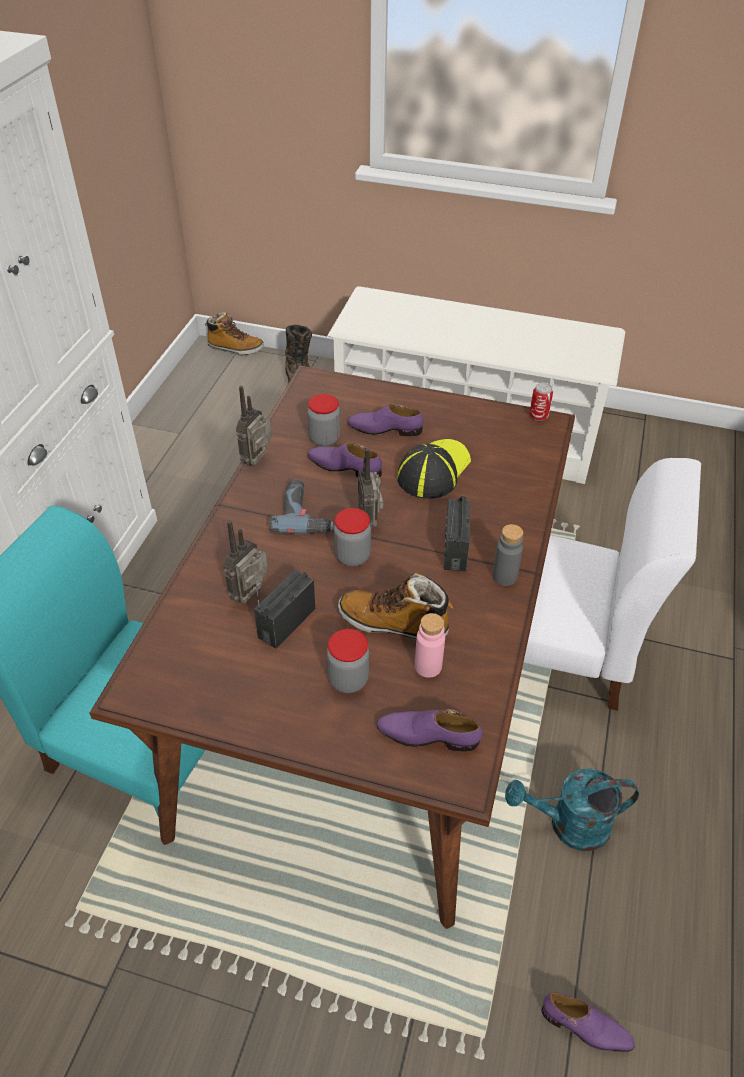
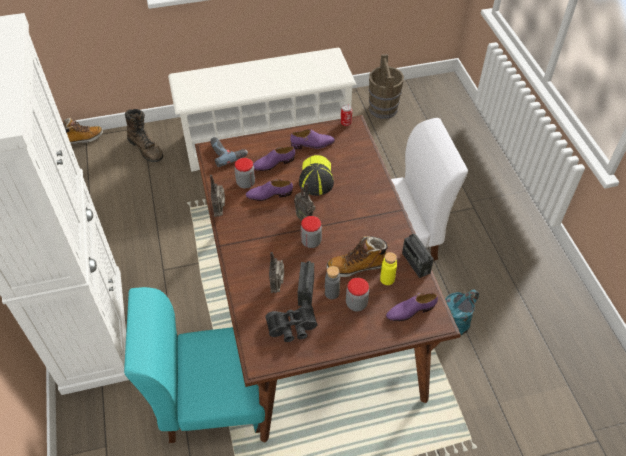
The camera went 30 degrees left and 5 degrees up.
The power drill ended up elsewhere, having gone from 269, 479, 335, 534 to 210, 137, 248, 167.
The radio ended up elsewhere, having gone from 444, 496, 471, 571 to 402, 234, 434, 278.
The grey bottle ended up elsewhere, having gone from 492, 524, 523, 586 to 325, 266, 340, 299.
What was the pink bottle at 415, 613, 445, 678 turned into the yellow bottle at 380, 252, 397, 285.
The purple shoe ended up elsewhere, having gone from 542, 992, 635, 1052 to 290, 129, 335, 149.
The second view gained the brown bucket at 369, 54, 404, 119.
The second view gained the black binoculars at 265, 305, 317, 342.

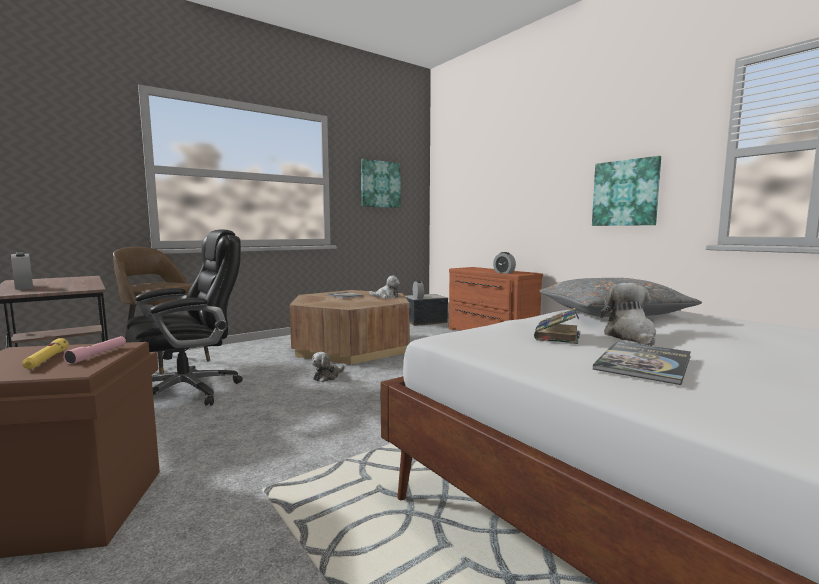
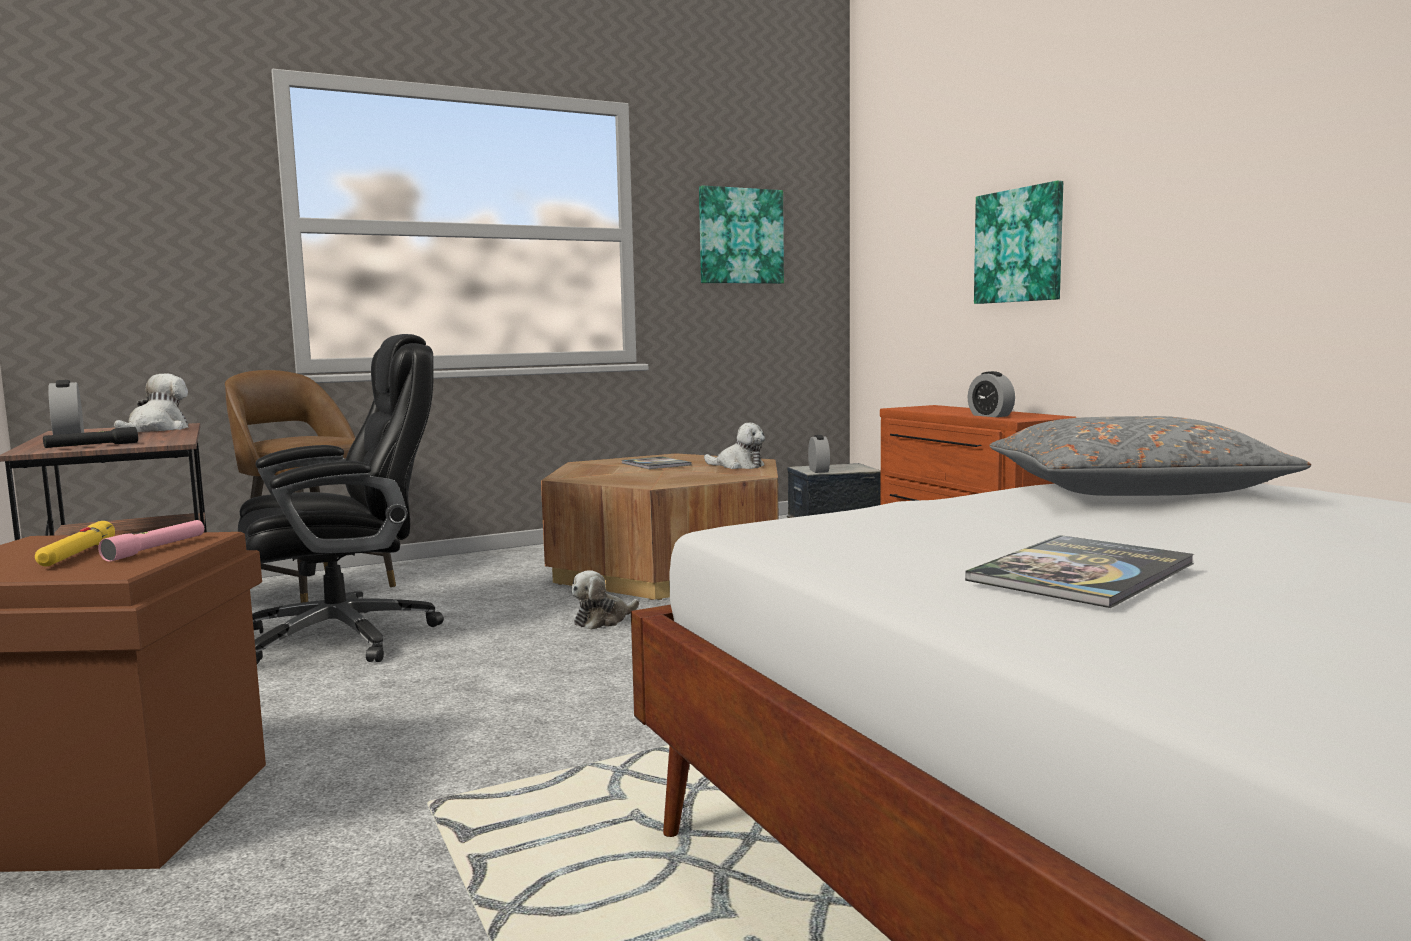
The camera went 10 degrees right and 0 degrees up.
The picture ended up elsewhere, having gone from 592, 156, 661, 226 to 974, 181, 1063, 304.
The plush toy ended up elsewhere, having gone from 600, 283, 656, 346 to 114, 373, 189, 432.
The second view lost the book at 534, 308, 580, 344.
The second view gained the black flashlight at 43, 427, 138, 448.

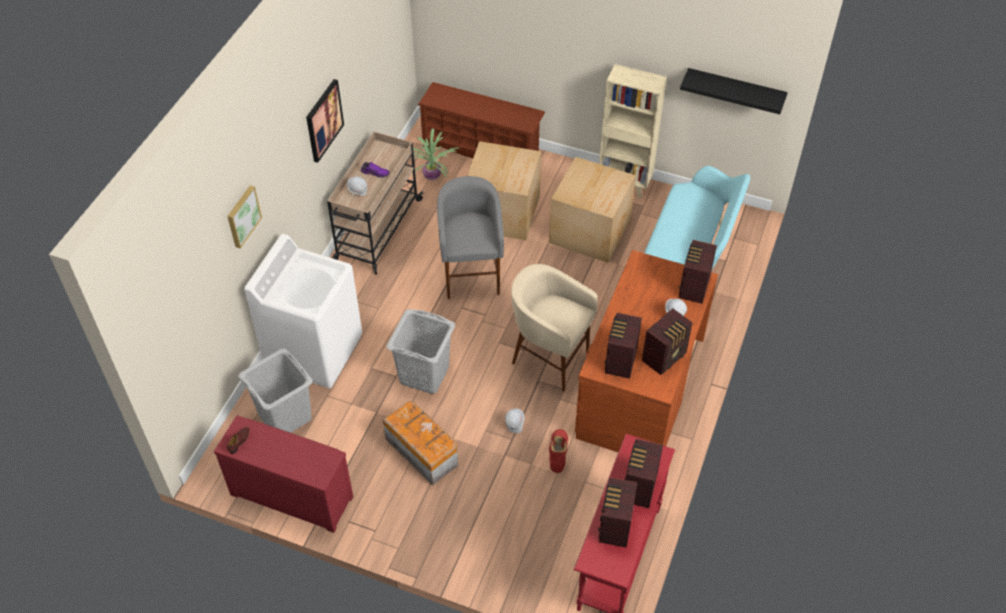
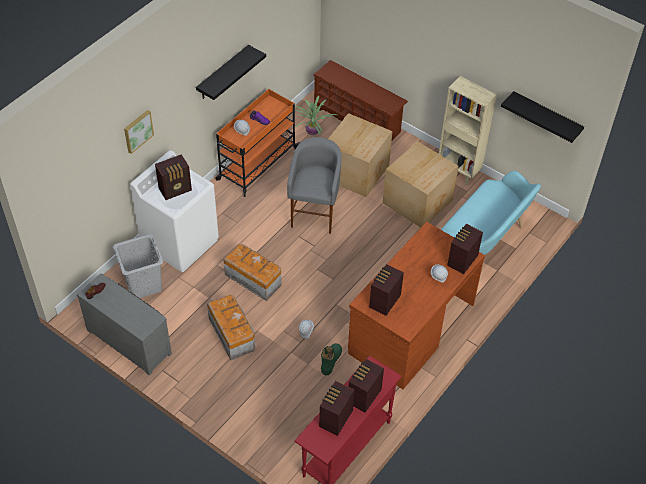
The camera went 15 degrees right and 0 degrees up.
Where the picture hung at 306, 79, 344, 163, the black shelf came to hang at 196, 45, 266, 100.
What was the beige cart at 327, 132, 424, 275 turned into the orange cart at 215, 89, 300, 197.
The second view lost the beige stool at 511, 264, 598, 392.
Where the grey laundry basket stood at 387, 309, 455, 394, the storage box came to stand at 224, 244, 281, 301.
The radio ended up elsewhere, having gone from 642, 309, 693, 375 to 155, 154, 192, 200.
What was the red dresser at 214, 415, 353, 533 turned into the grey dresser at 77, 273, 172, 375.
What was the red boot at 549, 429, 568, 473 turned into the green boot at 321, 343, 342, 375.

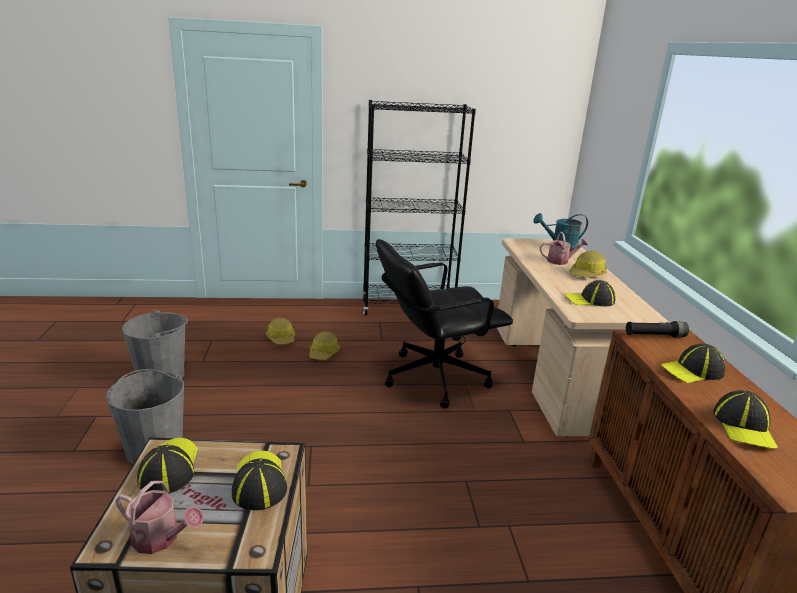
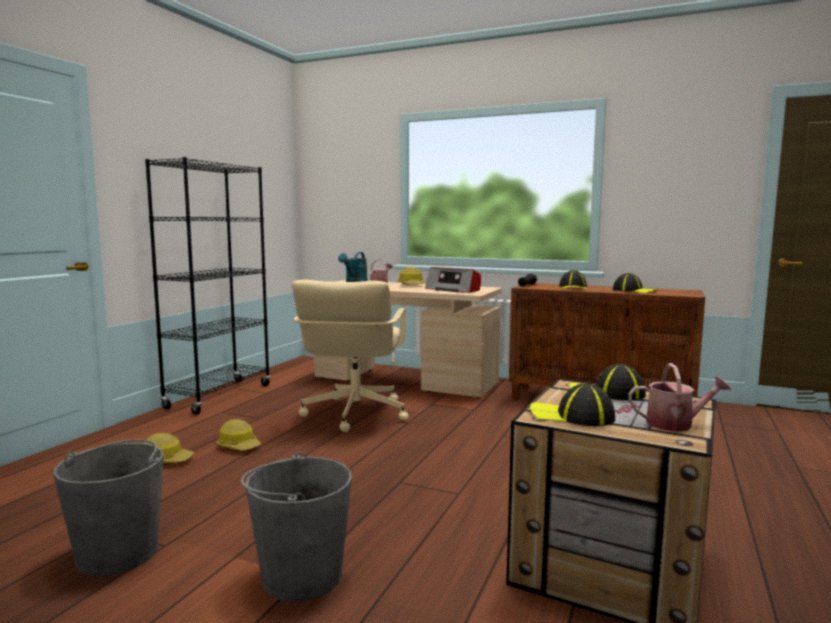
The camera went 60 degrees left and 15 degrees down.
What was the black office chair at 376, 239, 513, 408 turned into the beige office chair at 292, 280, 409, 432.
Where the cap stood at 565, 280, 615, 306, the radio came to stand at 425, 267, 481, 293.
The watering can at 115, 481, 204, 554 ended up facing another way, 45 degrees clockwise from before.

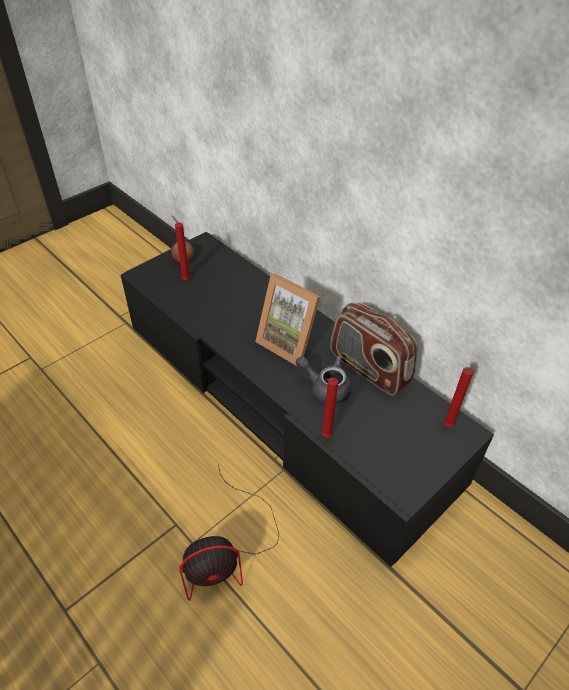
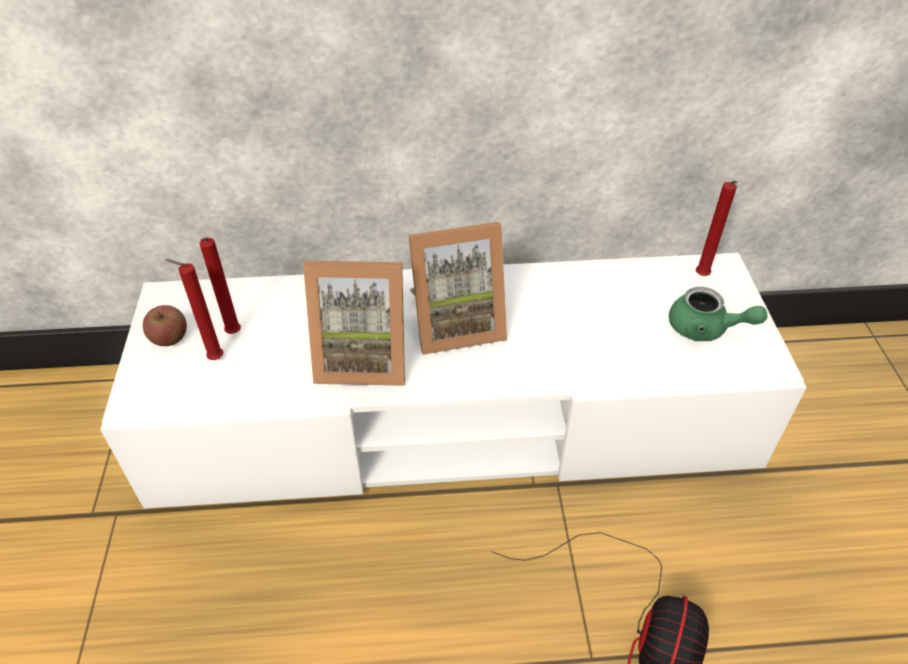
The camera went 50 degrees left and 0 degrees up.
What was the black tv stand at 121, 232, 494, 567 turned into the white tv stand at 100, 253, 807, 508.
The second view lost the radio at 330, 303, 418, 396.
The second view lost the grey teapot at 296, 356, 352, 404.
The red candle ended up elsewhere, having gone from 321, 377, 338, 437 to 200, 237, 241, 334.
The second view gained the picture frame at 303, 261, 405, 386.
The second view gained the green teapot at 669, 287, 768, 341.

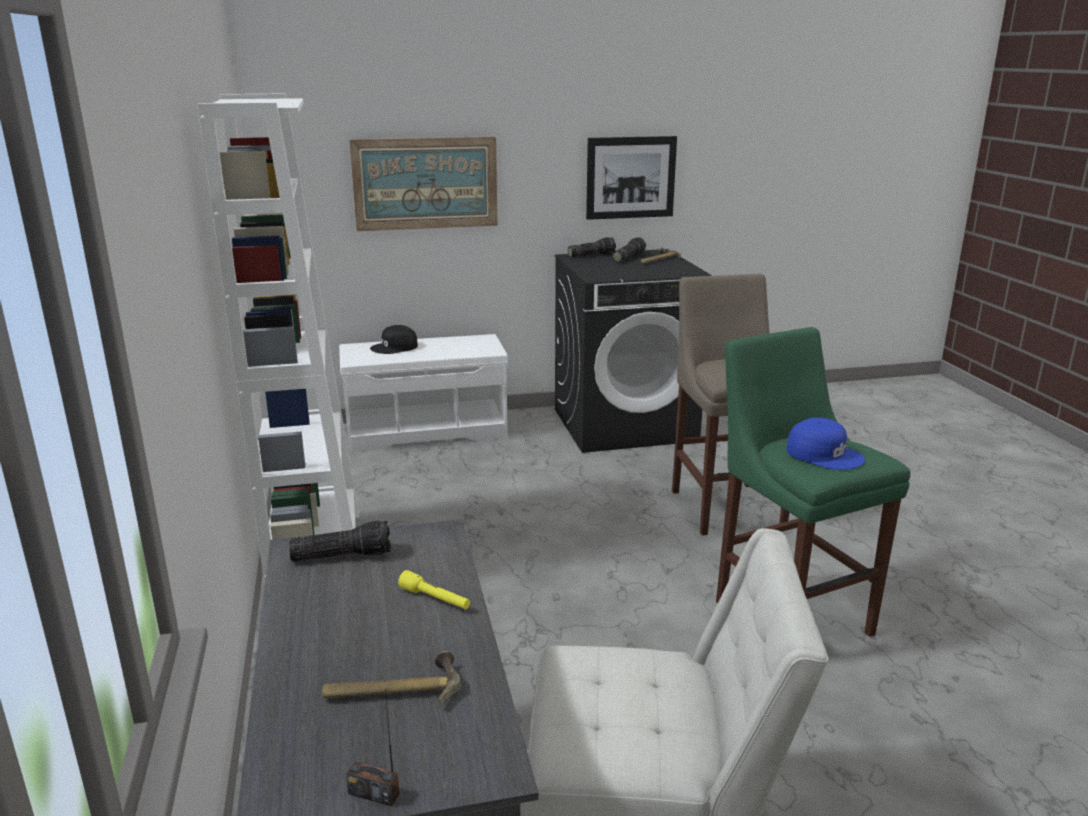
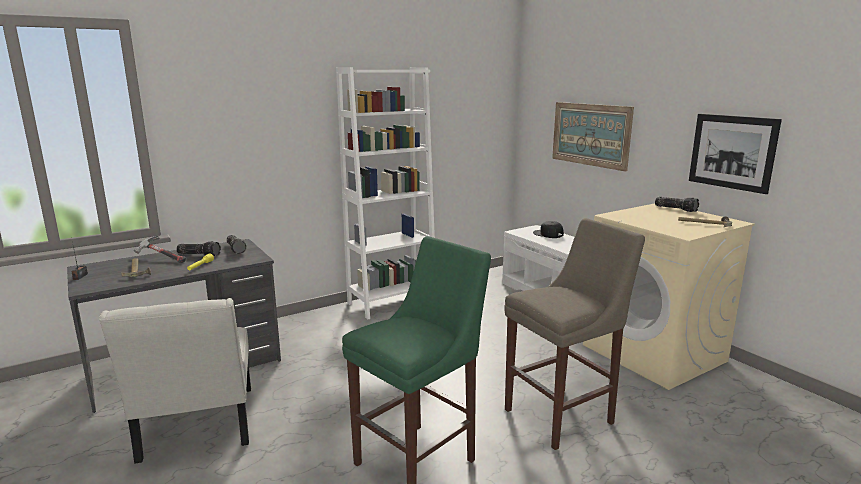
The camera went 70 degrees right and 5 degrees down.
The flashlight ended up elsewhere, having gone from 612, 238, 646, 262 to 176, 241, 221, 256.
What was the black washing machine at 555, 249, 712, 453 turned into the beige washing machine at 583, 203, 755, 390.
The second view lost the blue cap at 786, 418, 865, 470.
The second view gained the hammer at 134, 236, 186, 263.

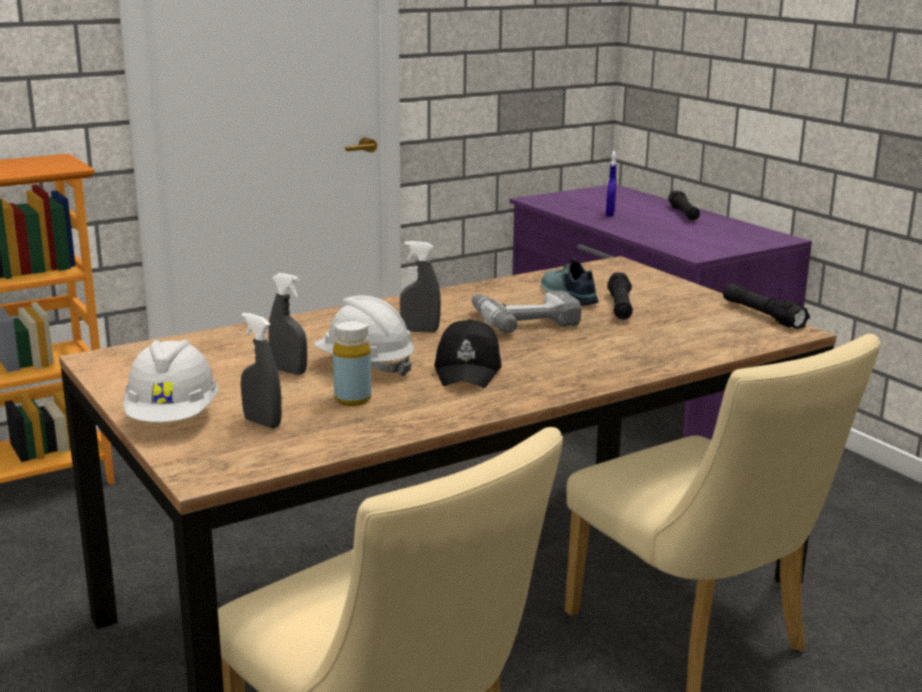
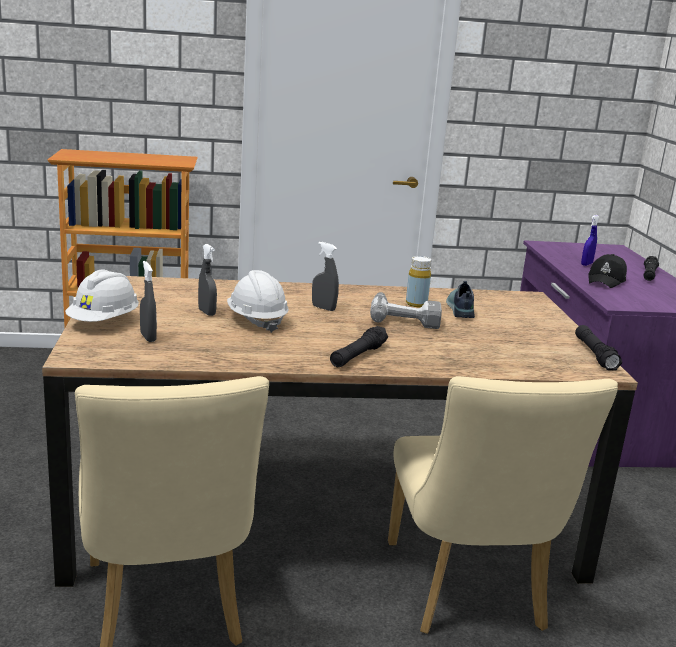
The camera went 25 degrees right and 0 degrees up.
The black flashlight ended up elsewhere, having gone from 607, 272, 633, 320 to 330, 326, 388, 367.
The black cap ended up elsewhere, having gone from 434, 319, 502, 388 to 588, 254, 627, 288.
The yellow bottle ended up elsewhere, having gone from 333, 320, 371, 406 to 406, 256, 432, 307.

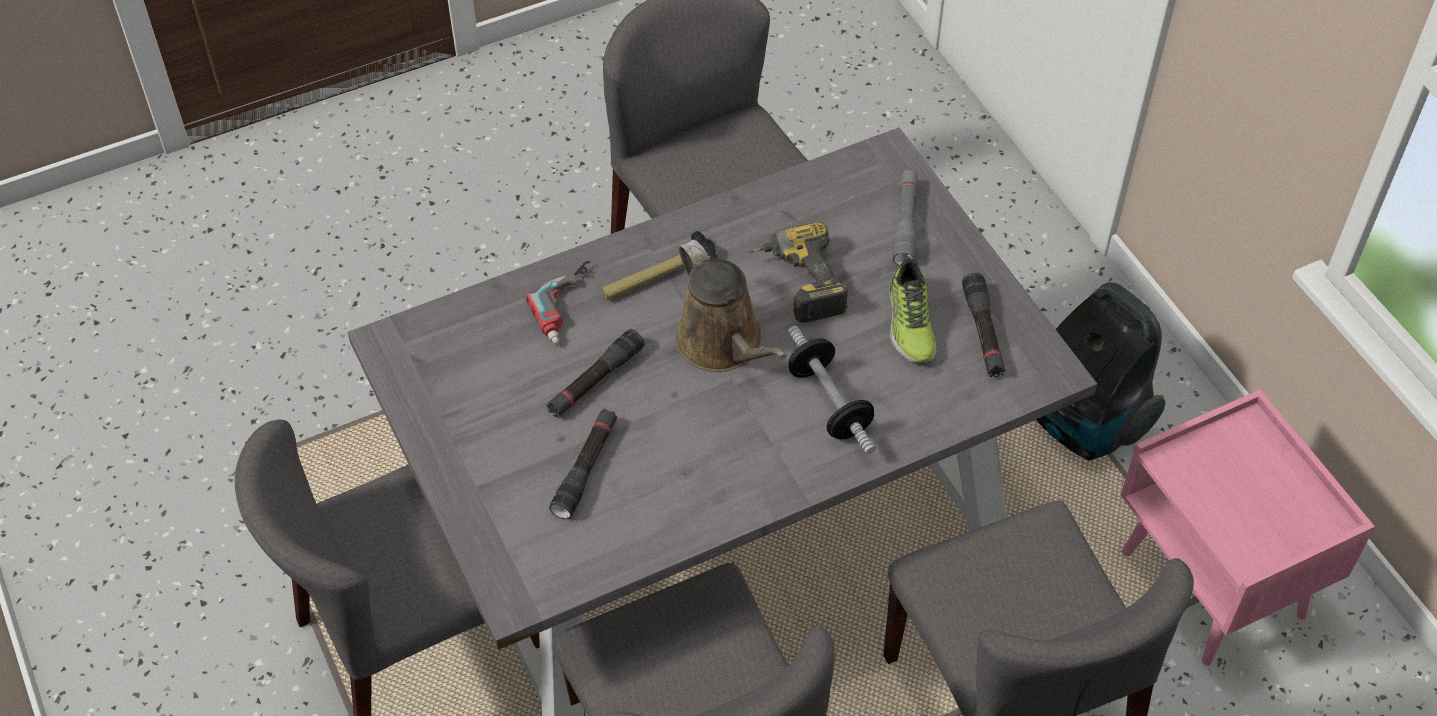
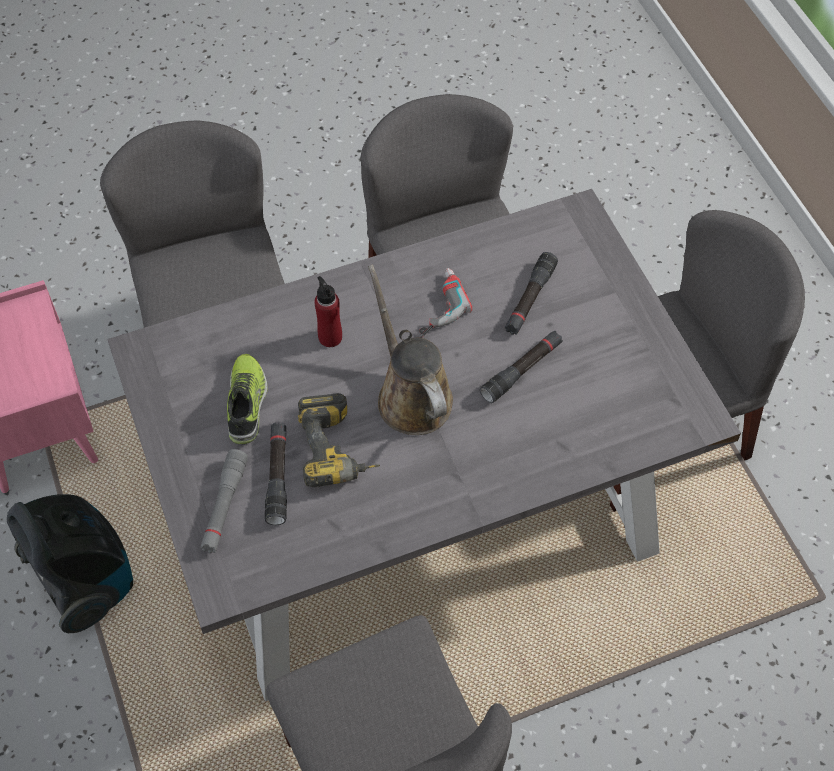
The camera went 175 degrees left and 5 degrees up.
The second view lost the hammer at 601, 231, 718, 300.
The power drill ended up elsewhere, having gone from 526, 261, 590, 344 to 419, 268, 472, 338.
The black flashlight ended up elsewhere, having gone from 962, 273, 1005, 378 to 265, 423, 287, 525.
Where the dumbbell stood at 788, 325, 876, 455, the red bottle came to stand at 314, 276, 342, 347.

